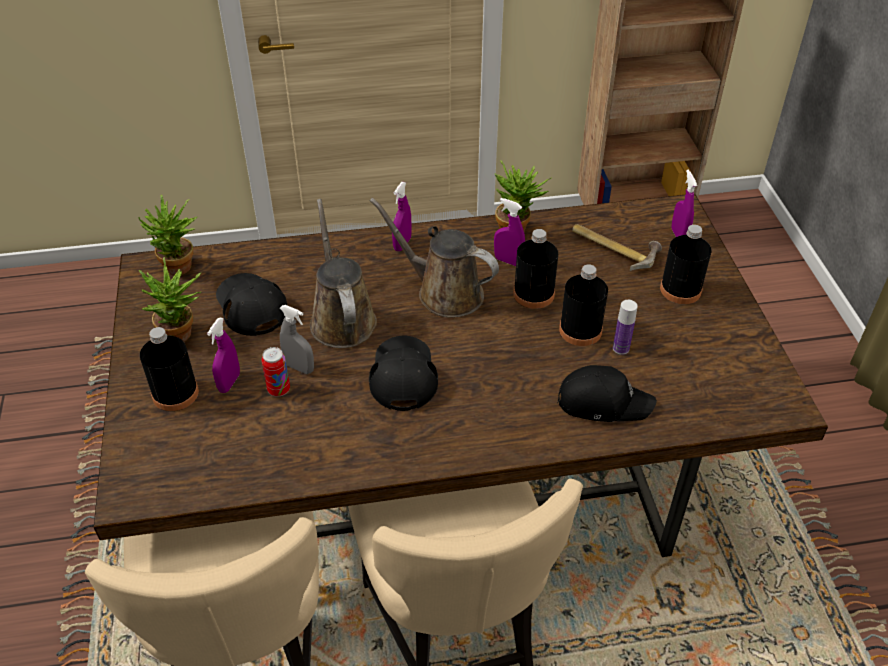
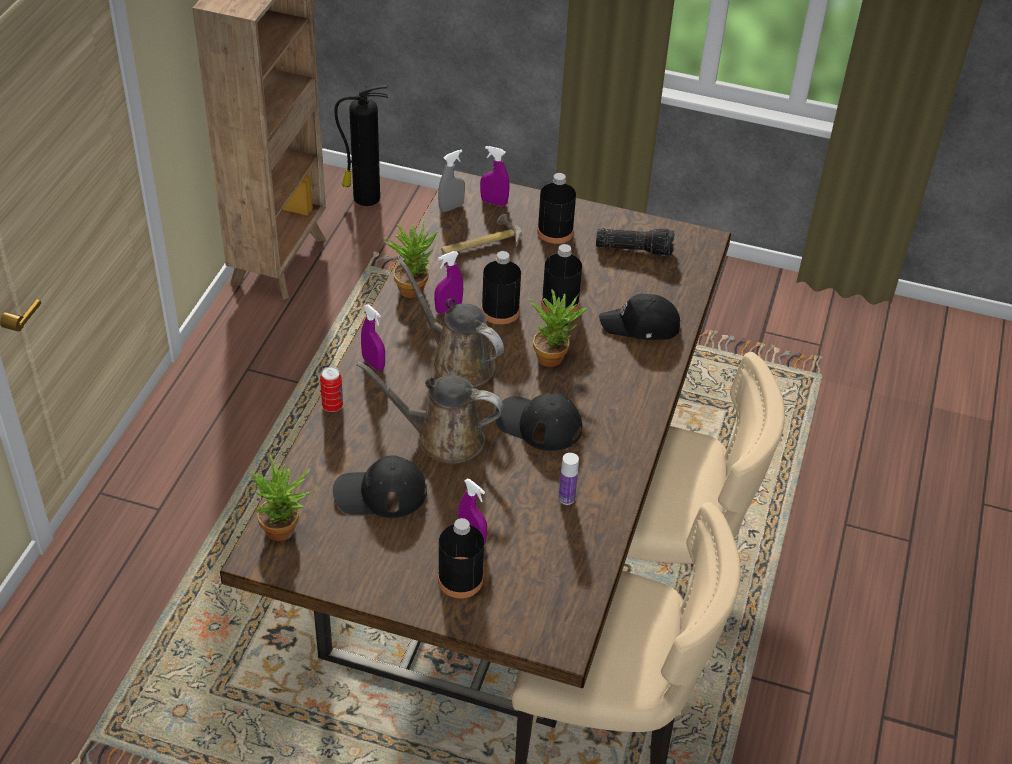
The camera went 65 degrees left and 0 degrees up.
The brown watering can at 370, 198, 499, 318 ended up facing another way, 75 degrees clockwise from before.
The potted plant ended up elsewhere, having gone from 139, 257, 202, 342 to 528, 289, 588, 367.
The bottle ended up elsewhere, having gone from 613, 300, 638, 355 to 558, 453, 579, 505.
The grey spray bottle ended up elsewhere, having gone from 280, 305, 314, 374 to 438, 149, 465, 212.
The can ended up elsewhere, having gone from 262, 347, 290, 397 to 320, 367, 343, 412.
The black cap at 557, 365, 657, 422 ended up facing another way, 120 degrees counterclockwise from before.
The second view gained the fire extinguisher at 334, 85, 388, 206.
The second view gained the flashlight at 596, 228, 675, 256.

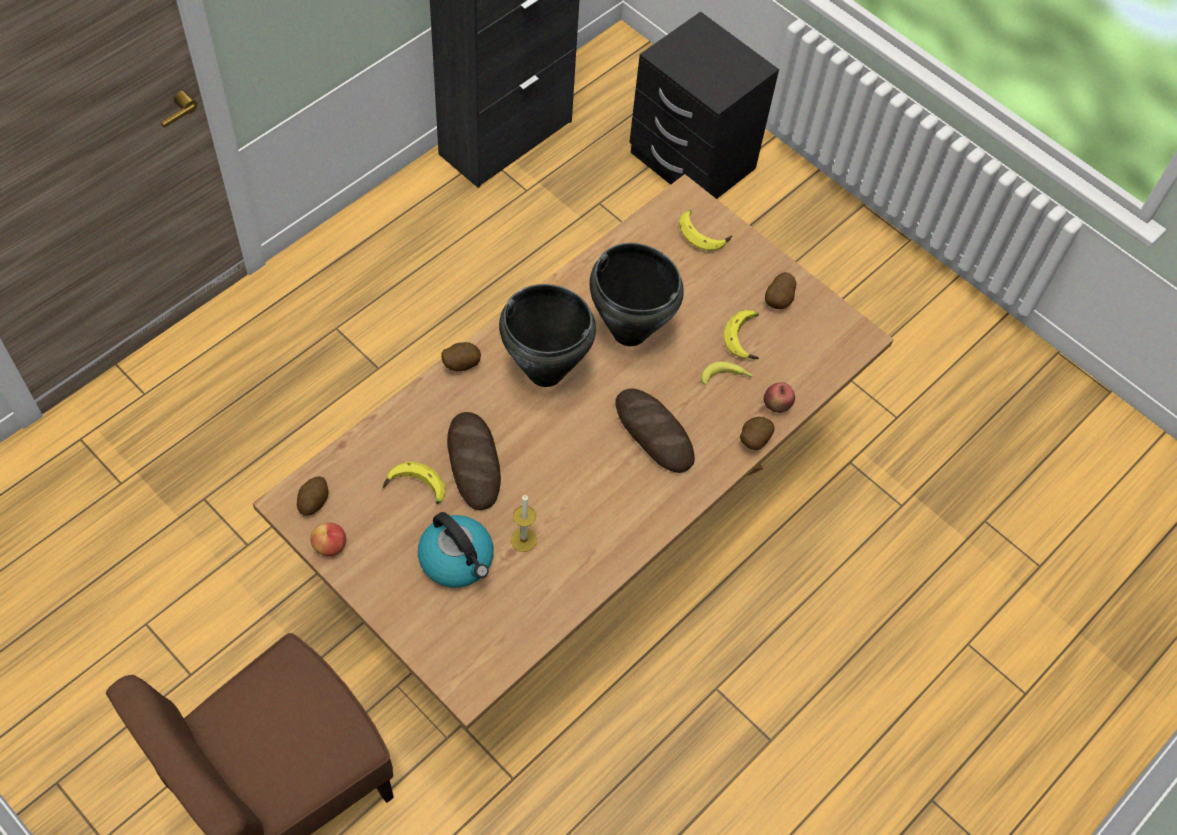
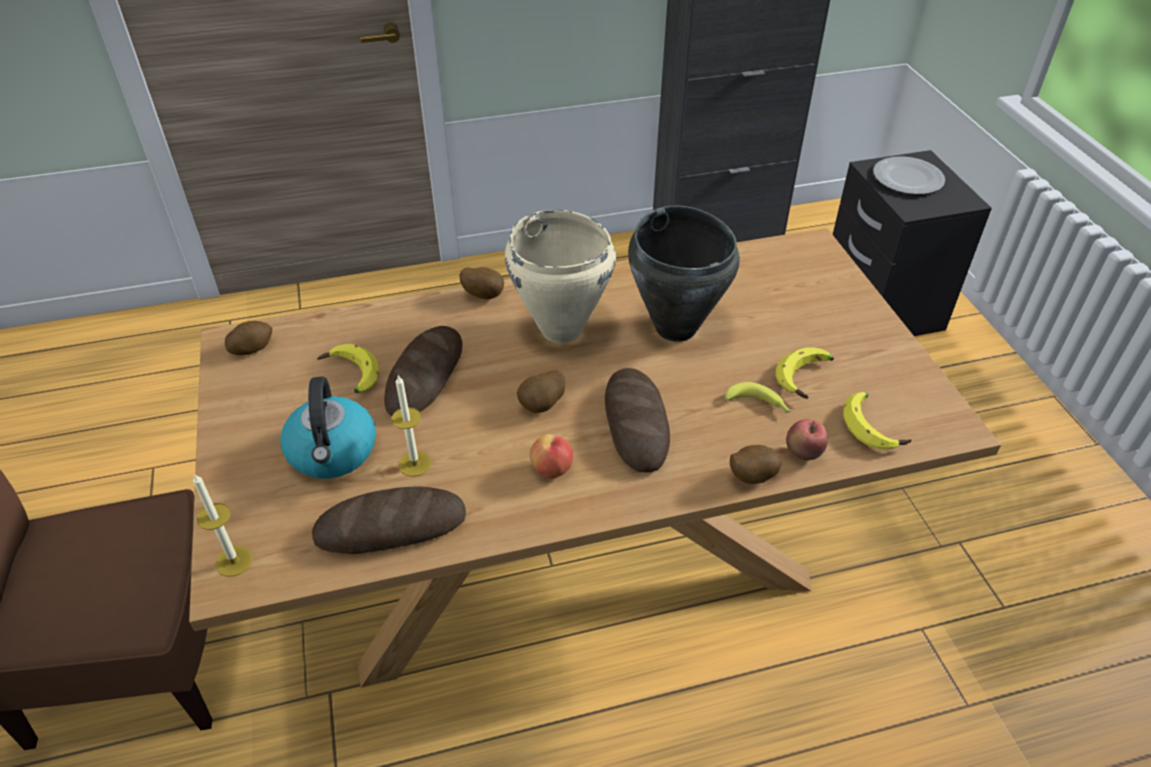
The camera went 35 degrees right and 15 degrees down.
The banana ended up elsewhere, having gone from 679, 210, 732, 251 to 843, 392, 911, 449.
The potato ended up elsewhere, having gone from 765, 272, 797, 309 to 517, 370, 566, 413.
What was the black cooking pot at 499, 284, 596, 387 turned into the beige cooking pot at 505, 210, 616, 343.
The apple ended up elsewhere, having gone from 310, 523, 346, 557 to 530, 434, 573, 478.
The second view gained the plate at 873, 156, 945, 194.
The second view gained the candle at 193, 473, 253, 577.
The second view gained the bread at 312, 486, 466, 554.

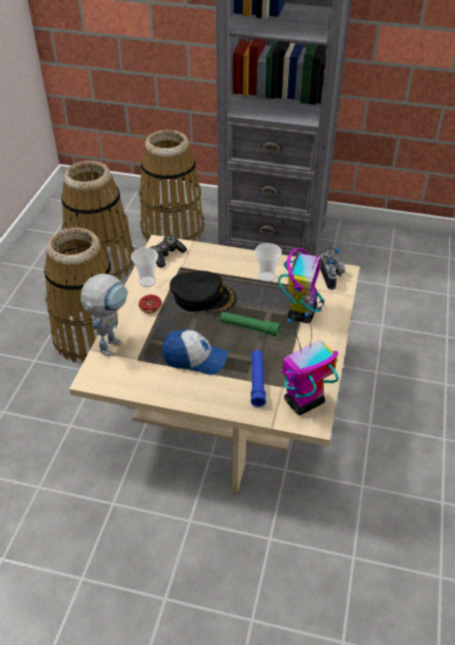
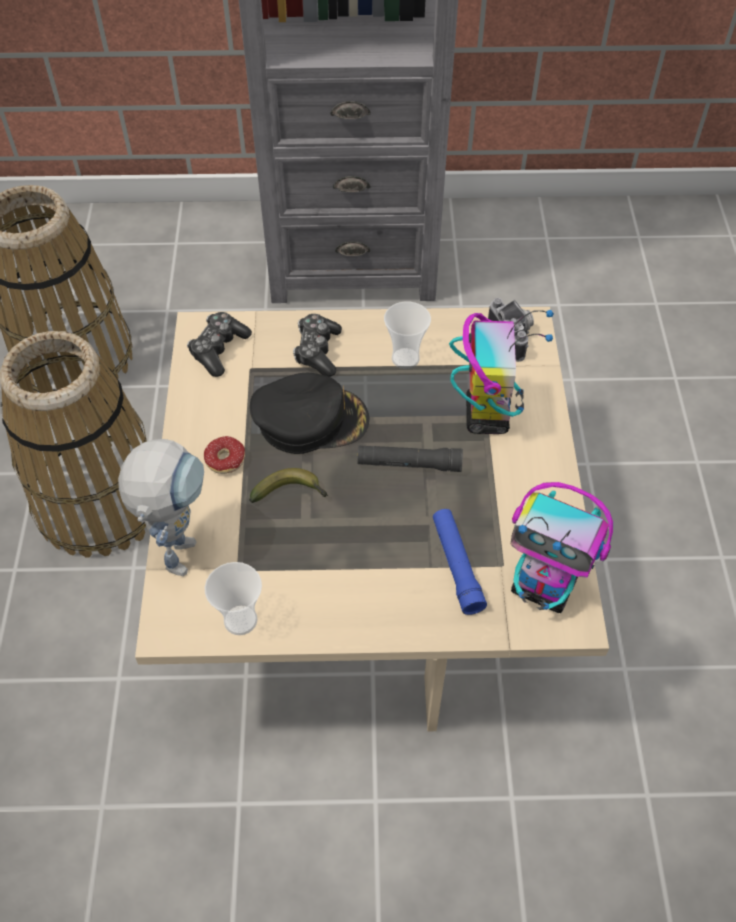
The camera went 15 degrees left and 10 degrees up.
The second view lost the basket at 139, 130, 204, 242.
The cup ended up elsewhere, having gone from 131, 247, 158, 287 to 205, 562, 262, 635.
What was the green flashlight at 220, 312, 280, 337 turned into the black flashlight at 357, 445, 463, 472.
The toy robot at 282, 312, 339, 415 ended up facing another way, 105 degrees counterclockwise from before.
The second view lost the cap at 162, 329, 228, 375.
The second view gained the game controller at 293, 314, 342, 377.
The second view gained the banana at 249, 468, 328, 503.

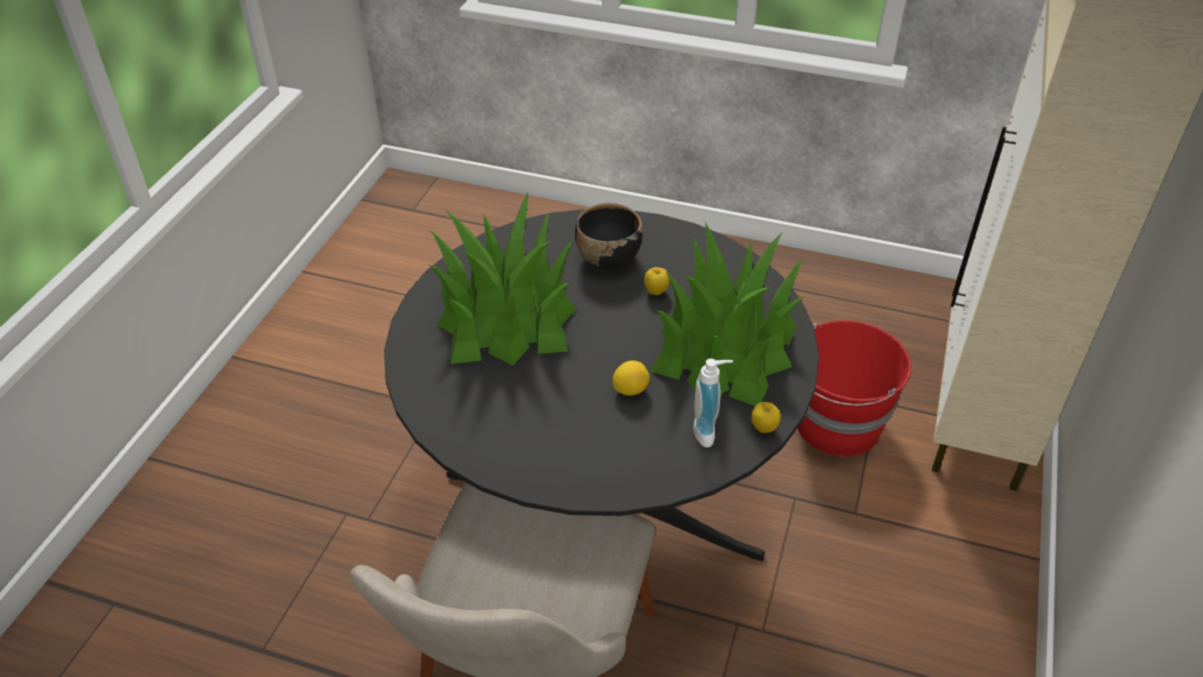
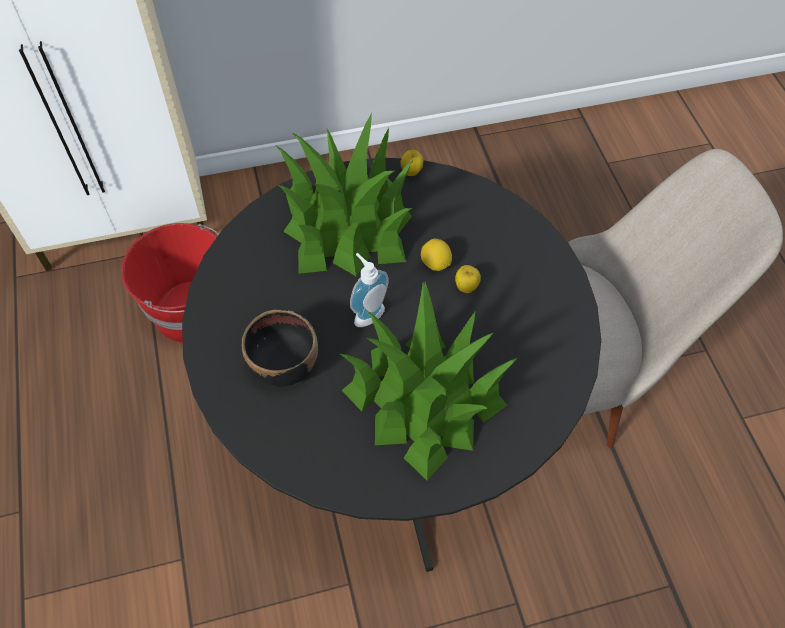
The camera went 125 degrees left and 15 degrees up.
The apple ended up elsewhere, having gone from 644, 267, 670, 295 to 455, 265, 481, 293.
The soap dispenser ended up elsewhere, having gone from 693, 359, 733, 448 to 350, 253, 389, 327.

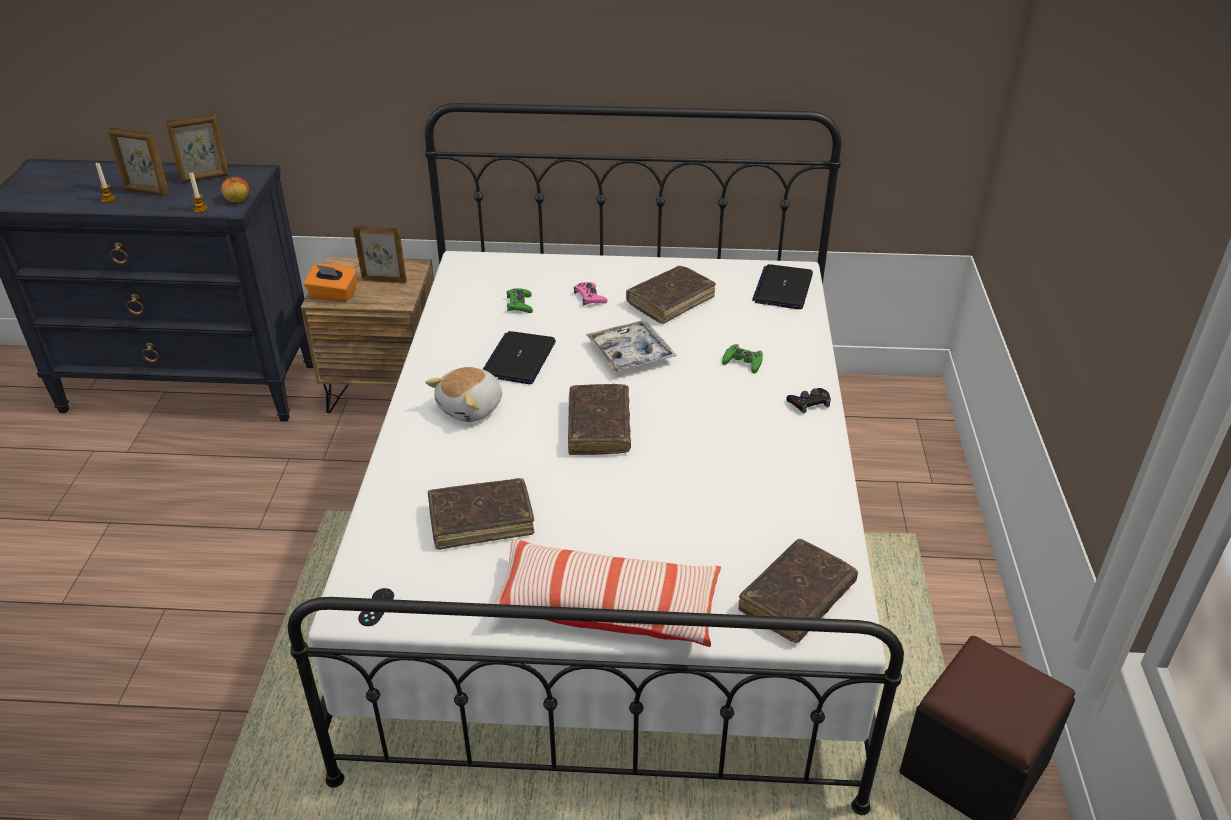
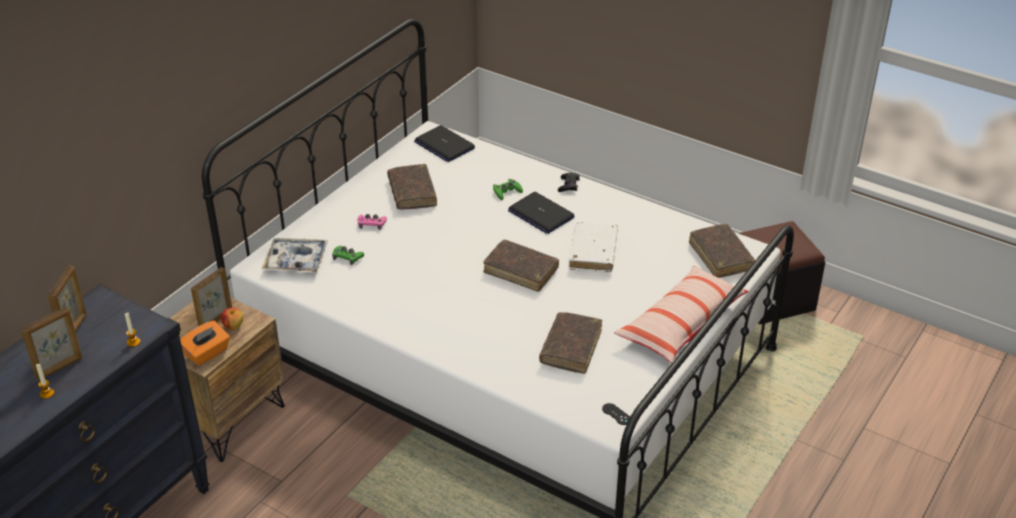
The camera went 60 degrees left and 0 degrees up.
The apple ended up elsewhere, having gone from 221, 177, 249, 203 to 221, 307, 243, 330.
The tray ended up elsewhere, having gone from 586, 320, 677, 373 to 262, 238, 328, 272.
The laptop ended up elsewhere, having gone from 483, 331, 556, 384 to 508, 192, 575, 234.
The second view lost the plush toy at 425, 367, 502, 422.
The second view gained the white book at 569, 222, 618, 272.

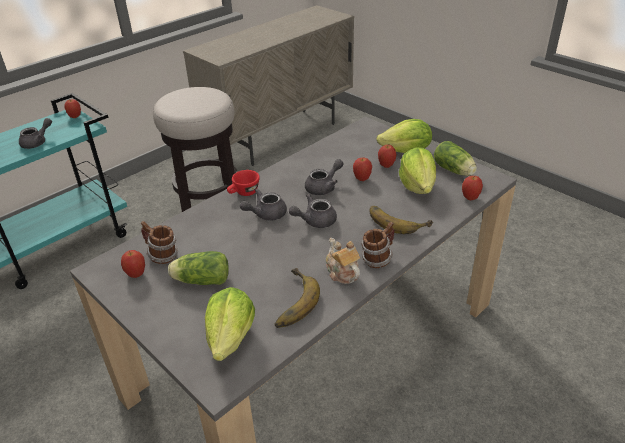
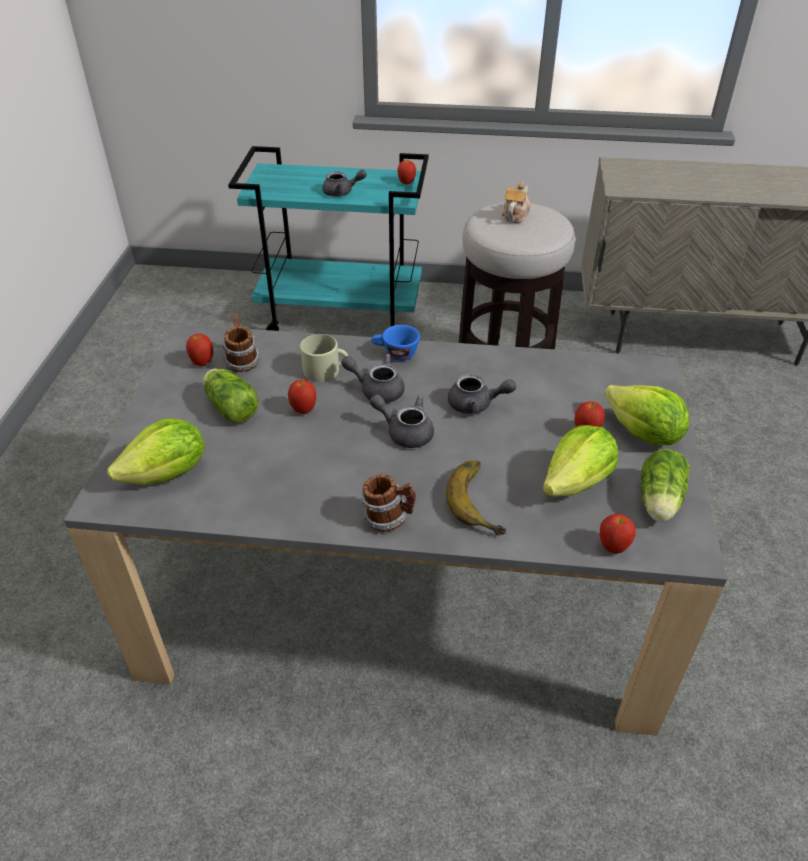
The camera went 50 degrees right and 5 degrees up.
The apple ended up elsewhere, having gone from 353, 158, 372, 181 to 288, 379, 316, 414.
What was the red cup at 227, 170, 260, 196 turned into the blue cup at 371, 325, 420, 361.
The teapot ended up elsewhere, having gone from 326, 238, 360, 284 to 502, 183, 530, 223.
The second view lost the banana at 275, 268, 320, 328.
The second view gained the beige mug at 300, 334, 348, 382.

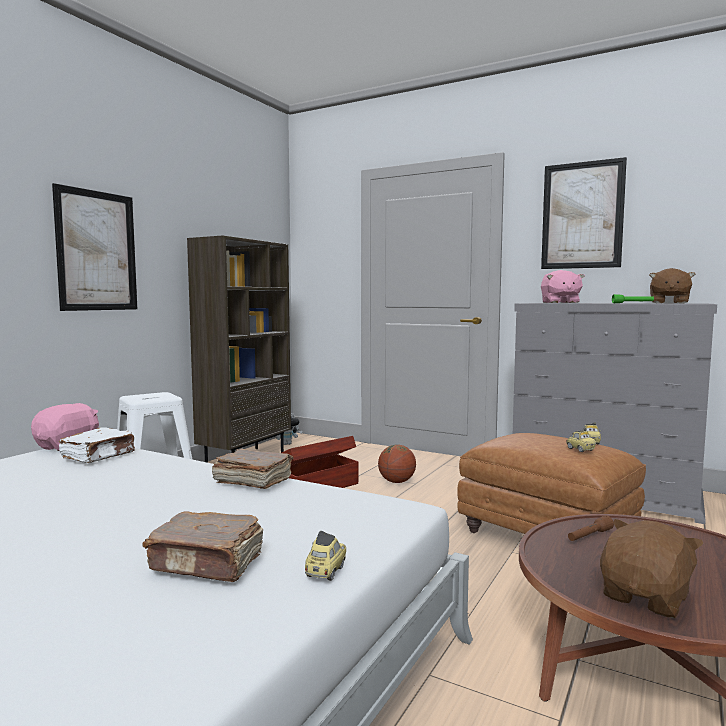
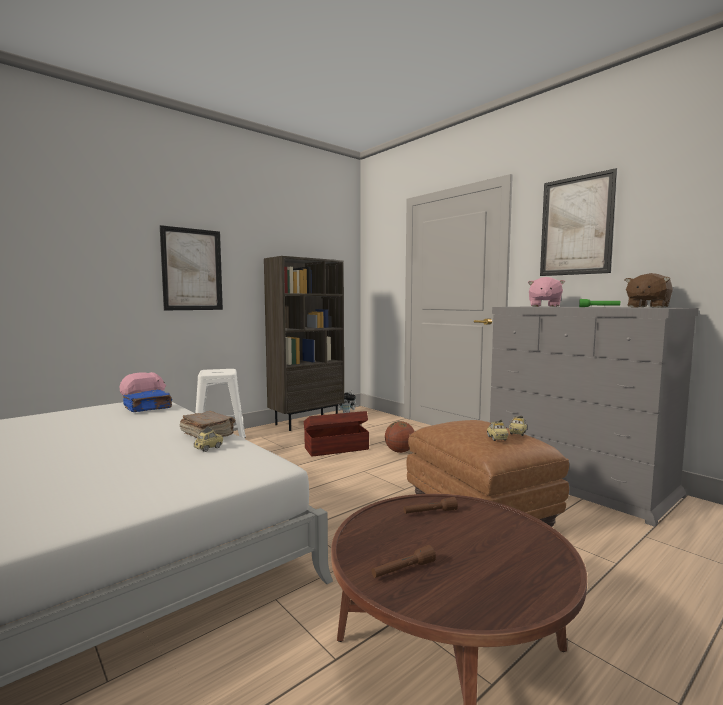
The camera went 20 degrees right and 0 degrees up.
What was the white book at 59, 427, 135, 463 turned into the blue book at 123, 390, 172, 412.
The second view lost the brown book at 143, 511, 263, 582.
Where the brown plush toy stood at 600, 519, 704, 618, the brown flashlight came to stand at 371, 545, 436, 578.
The toy car ended up elsewhere, having gone from 305, 531, 346, 581 to 194, 426, 223, 452.

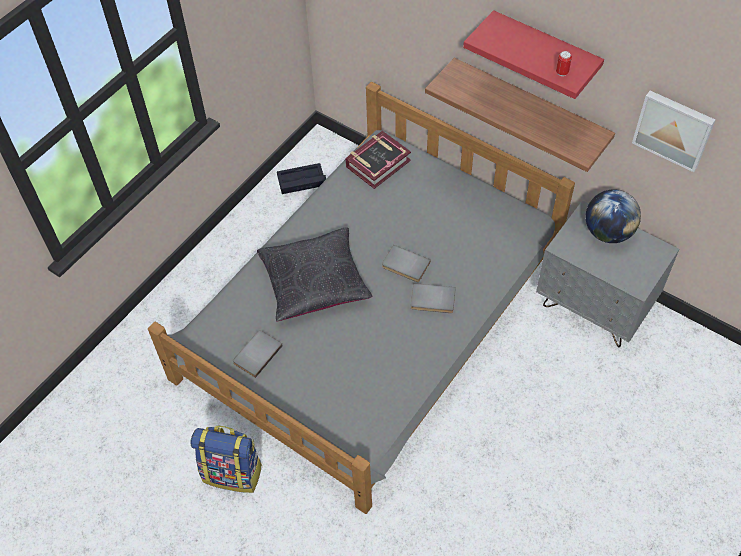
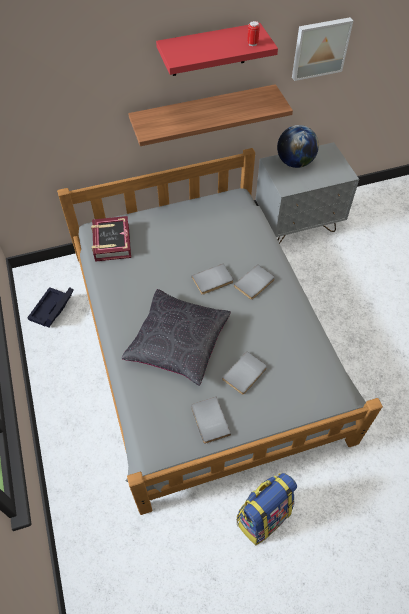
The camera went 55 degrees left and 0 degrees up.
The second view gained the grey book at 222, 351, 267, 395.

